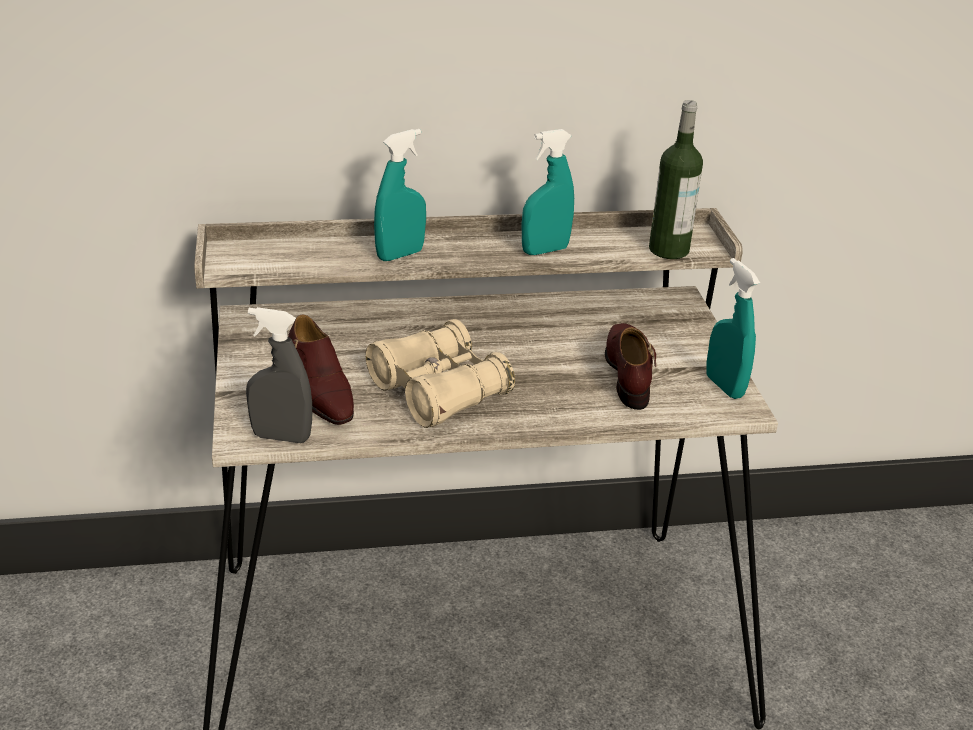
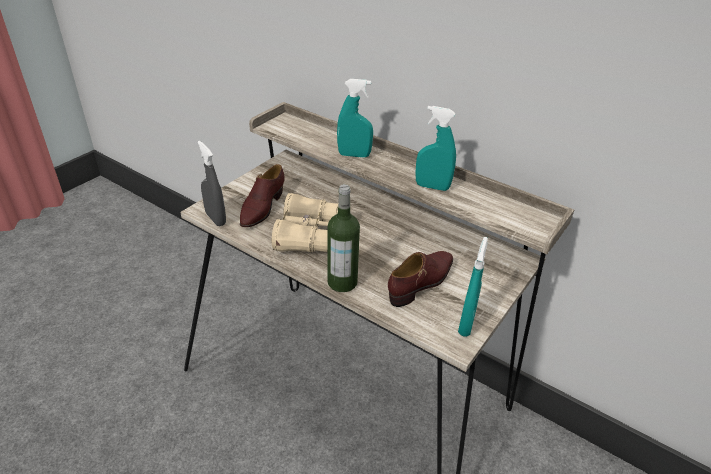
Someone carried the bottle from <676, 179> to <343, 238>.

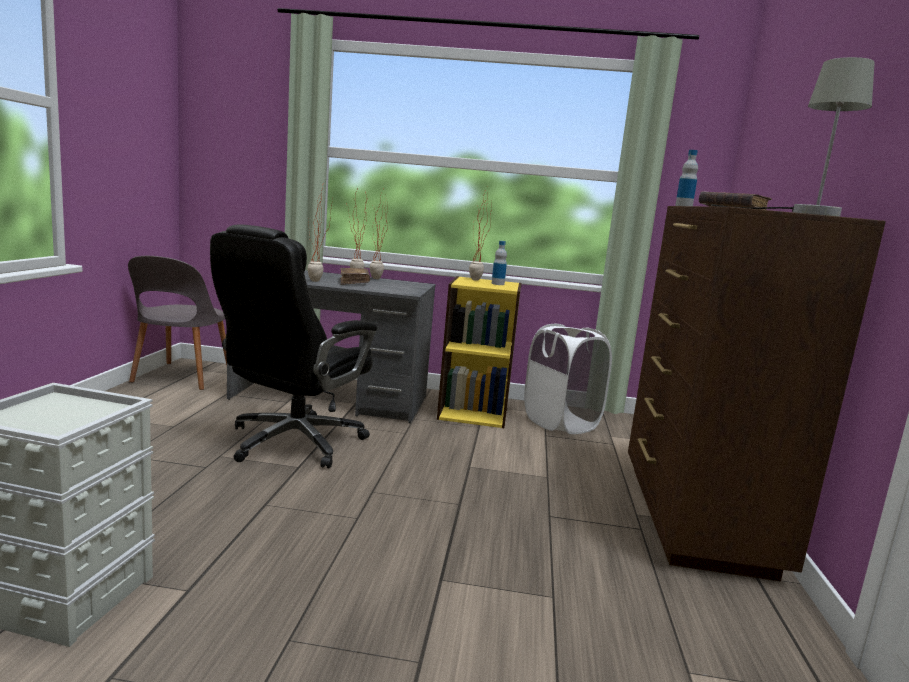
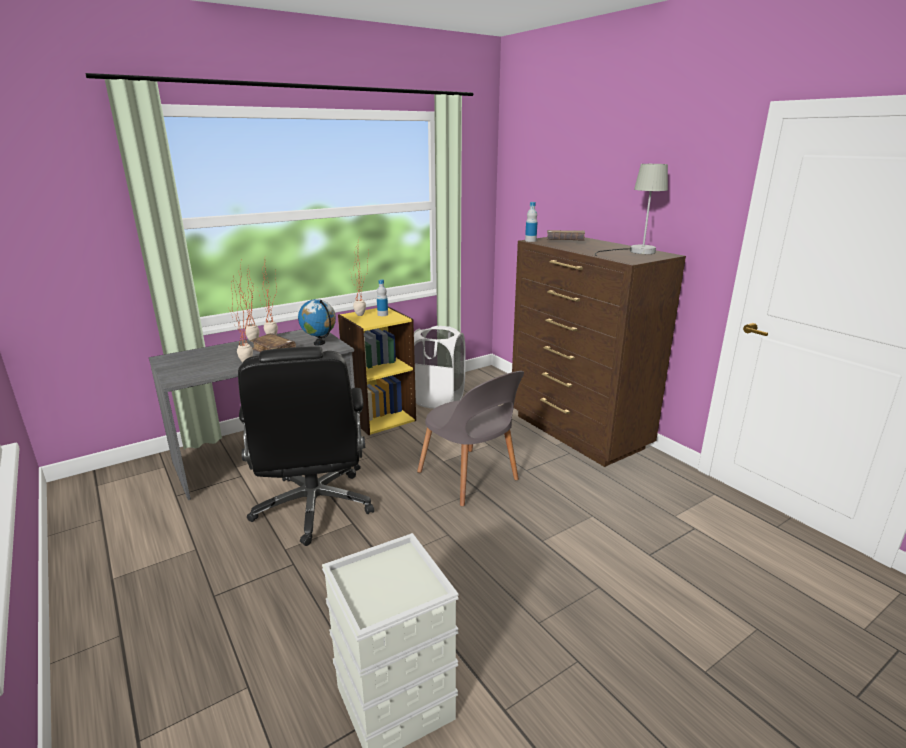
Someone put down the globe at <317, 322>.
Someone carried the grey chair from <177, 323> to <470, 439>.

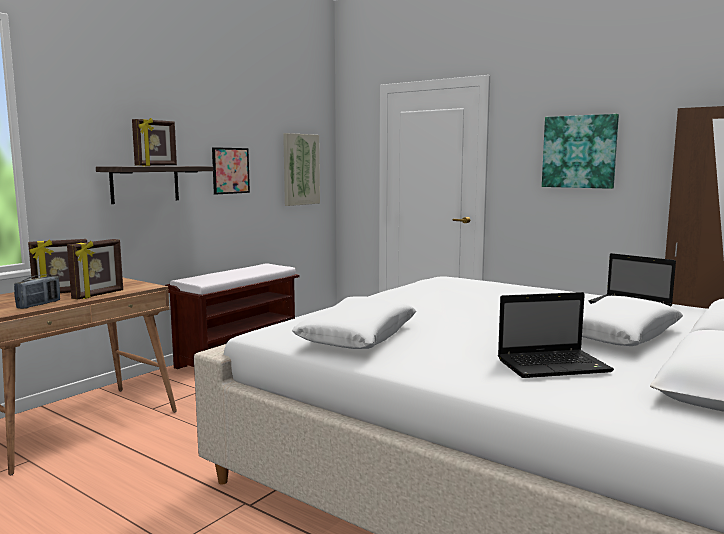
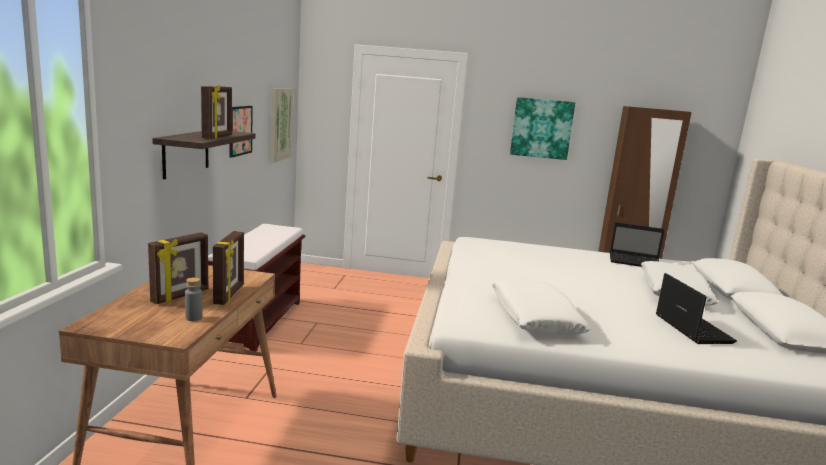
Someone swapped the radio at <37, 292> for the grey bottle at <193, 299>.
Someone rotated the laptop at <556, 335> by 60 degrees counterclockwise.

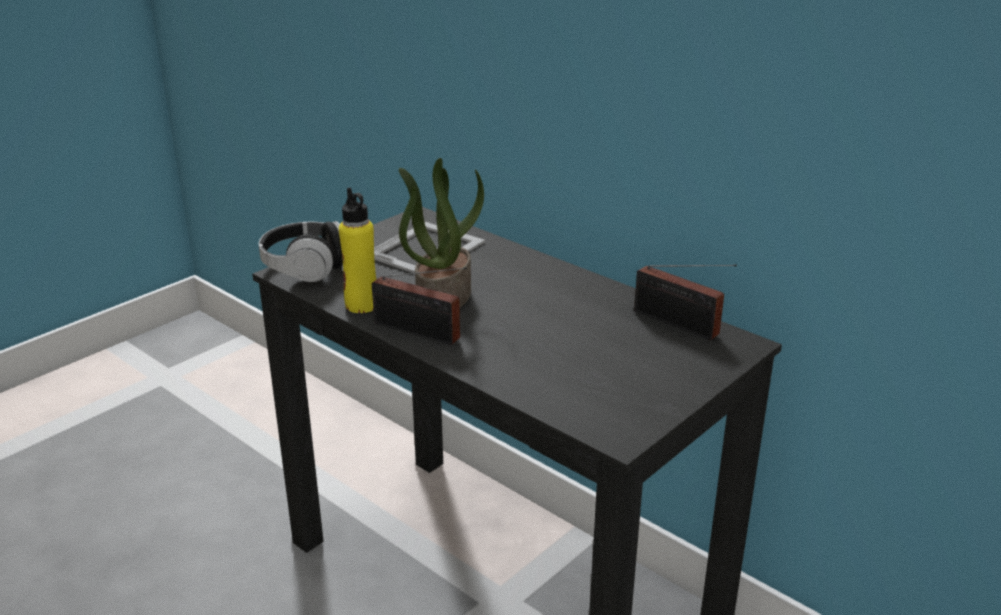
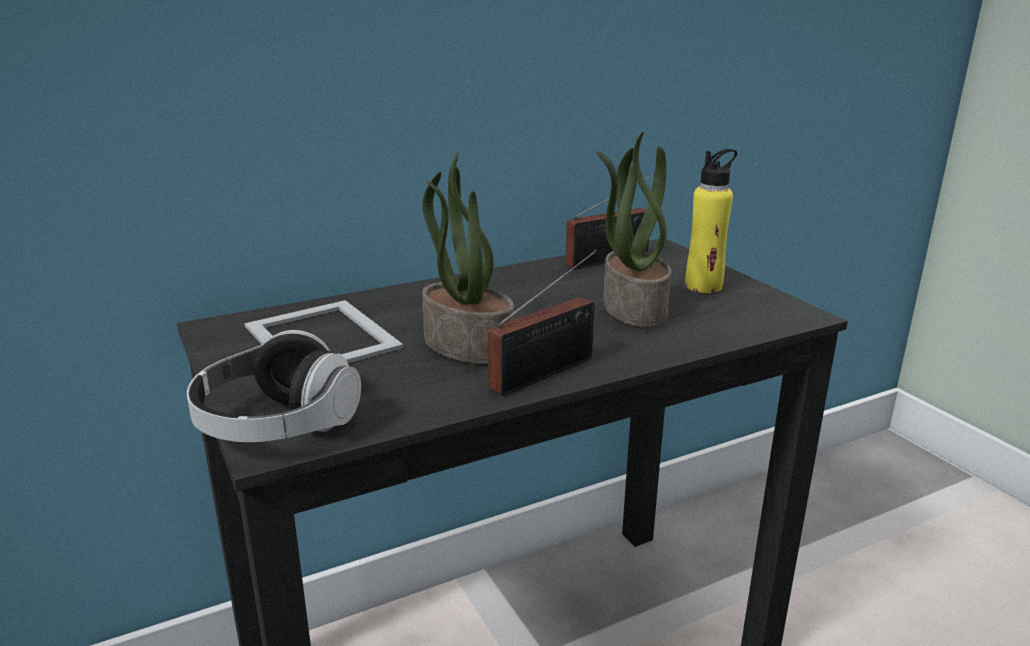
Someone put down the potted plant at <633, 229>.
Someone carried the yellow bottle from <358, 250> to <711, 221>.

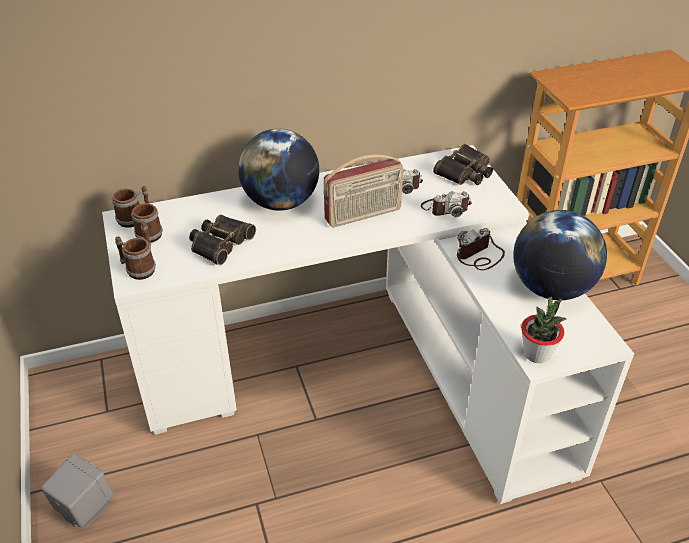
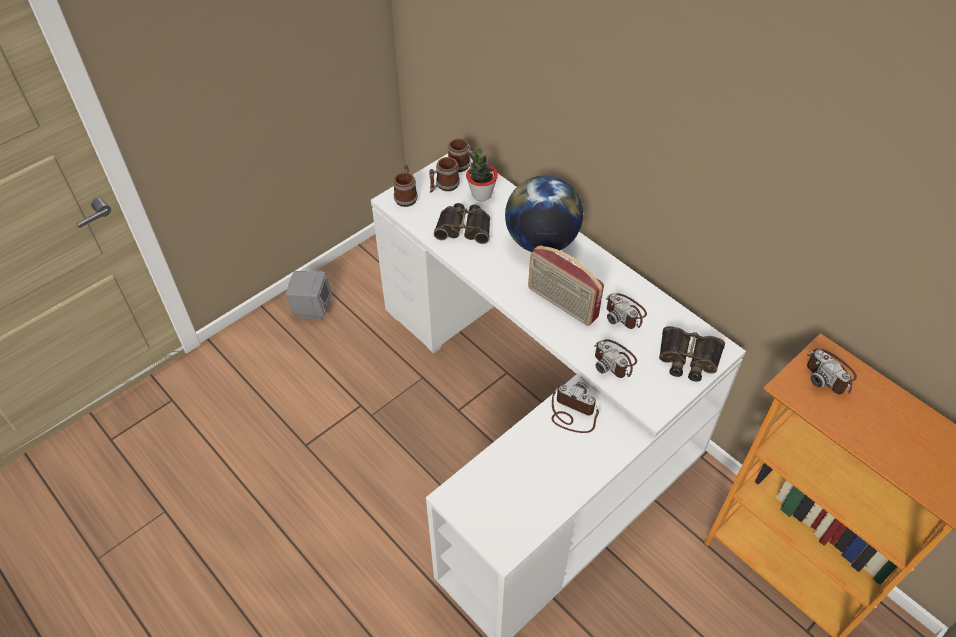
Someone took away the globe at <560, 255>.
Someone put down the photo camera at <832, 371>.
Someone carried the potted plant from <543, 330> to <482, 174>.

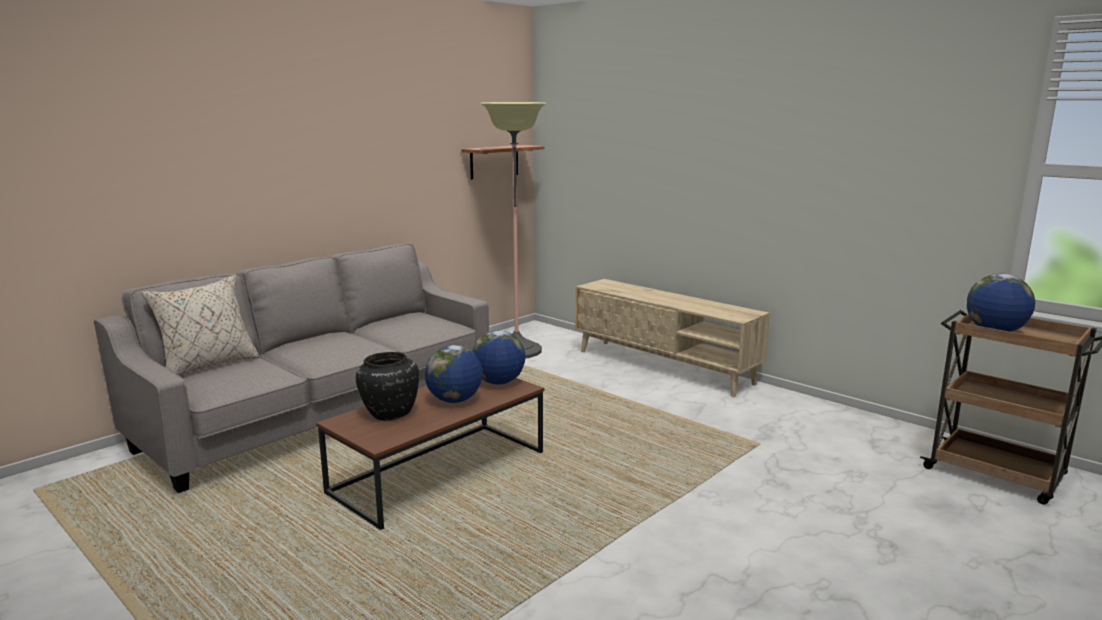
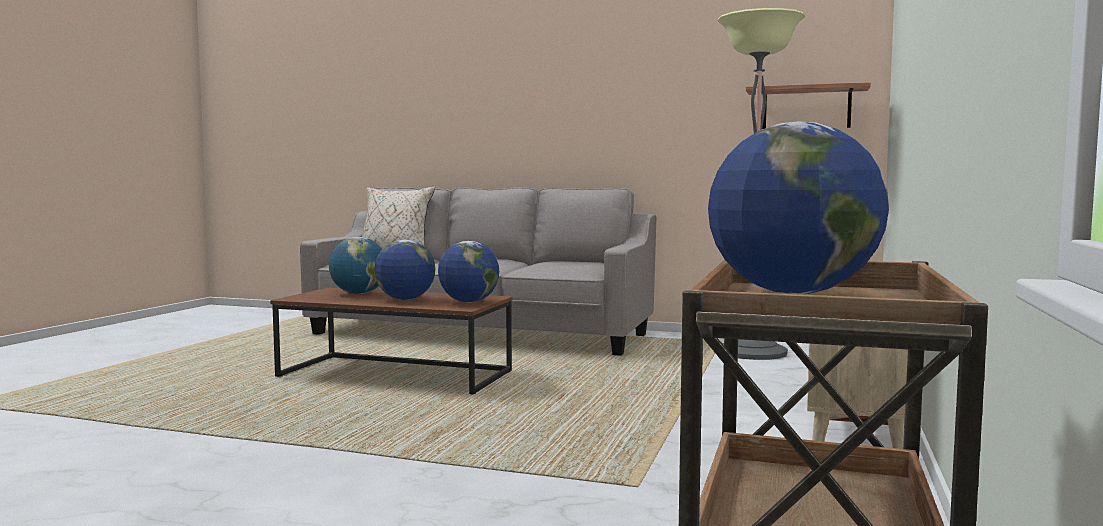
Someone swapped the black vase at <387, 386> for the globe at <355, 265>.

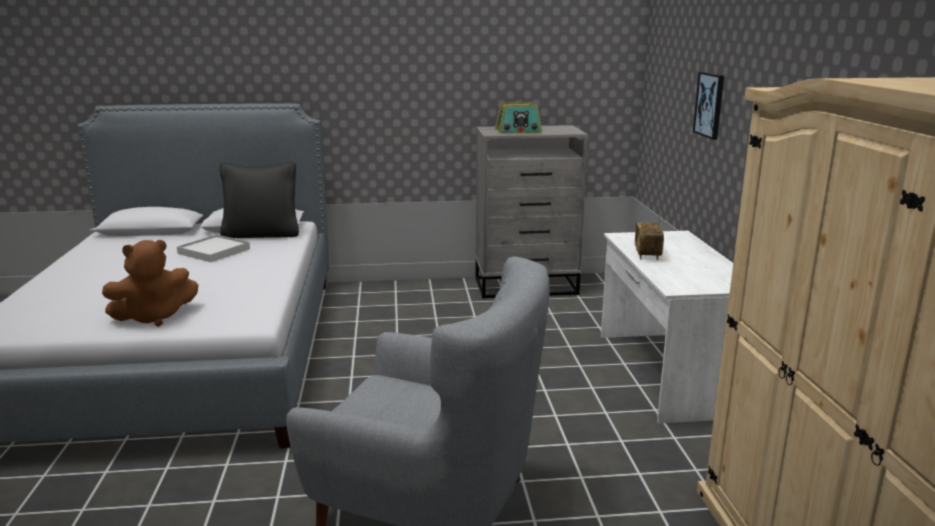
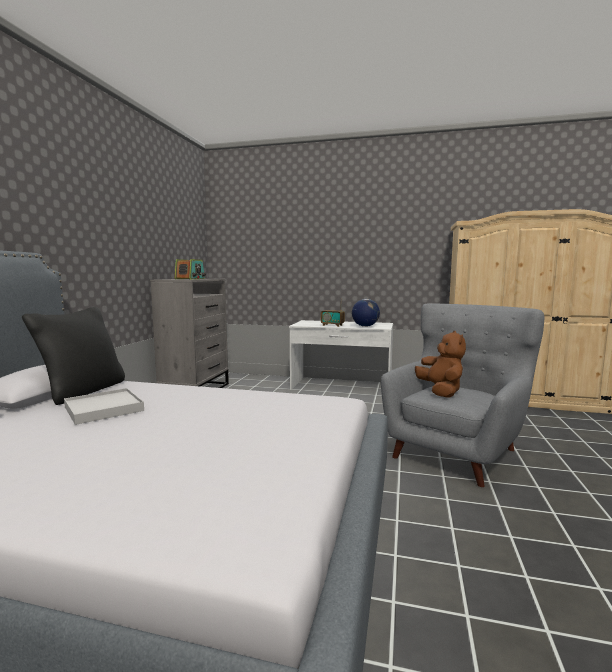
Someone took away the picture at <708, 106>.
Someone put down the globe at <366, 313>.
Someone carried the brown plush toy from <150, 283> to <440, 364>.

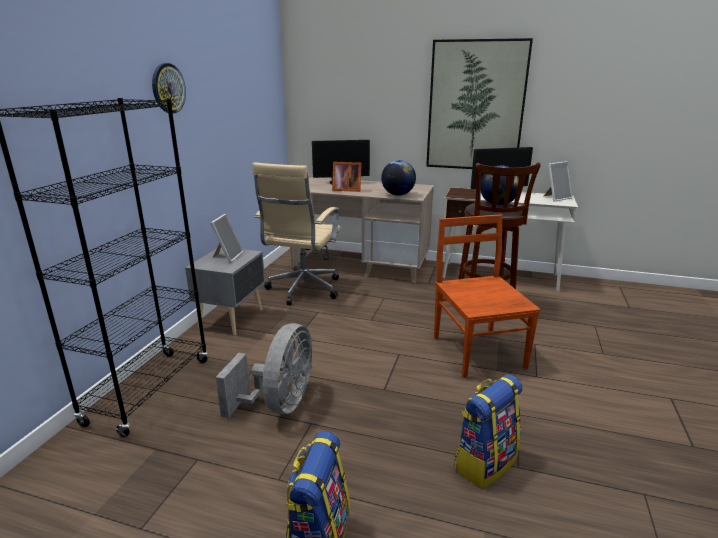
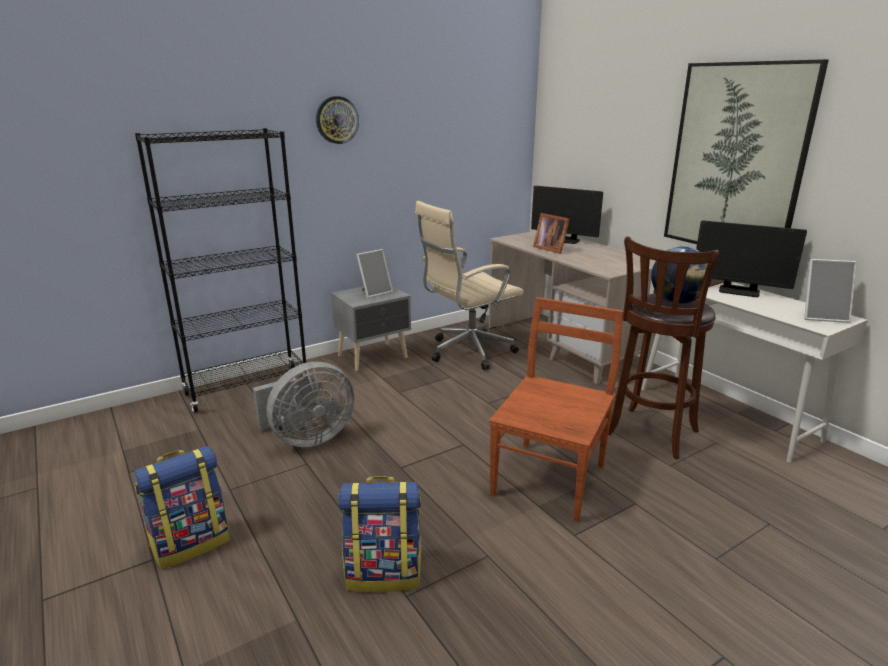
Someone took away the globe at <398, 178>.

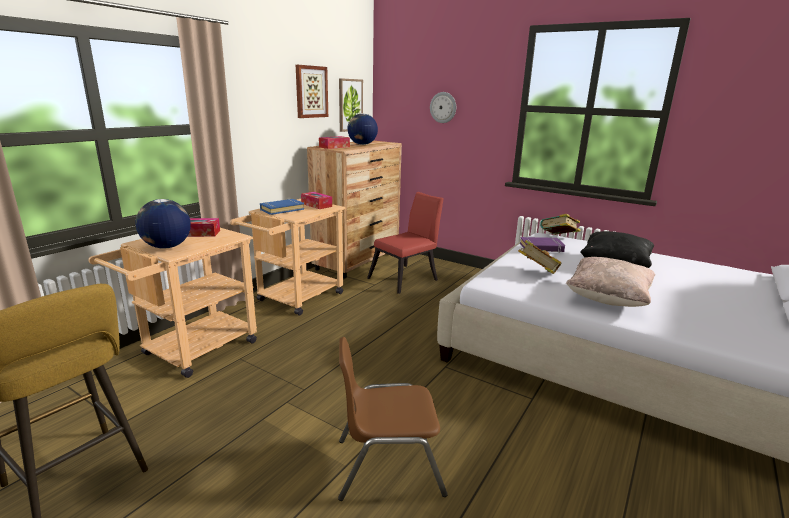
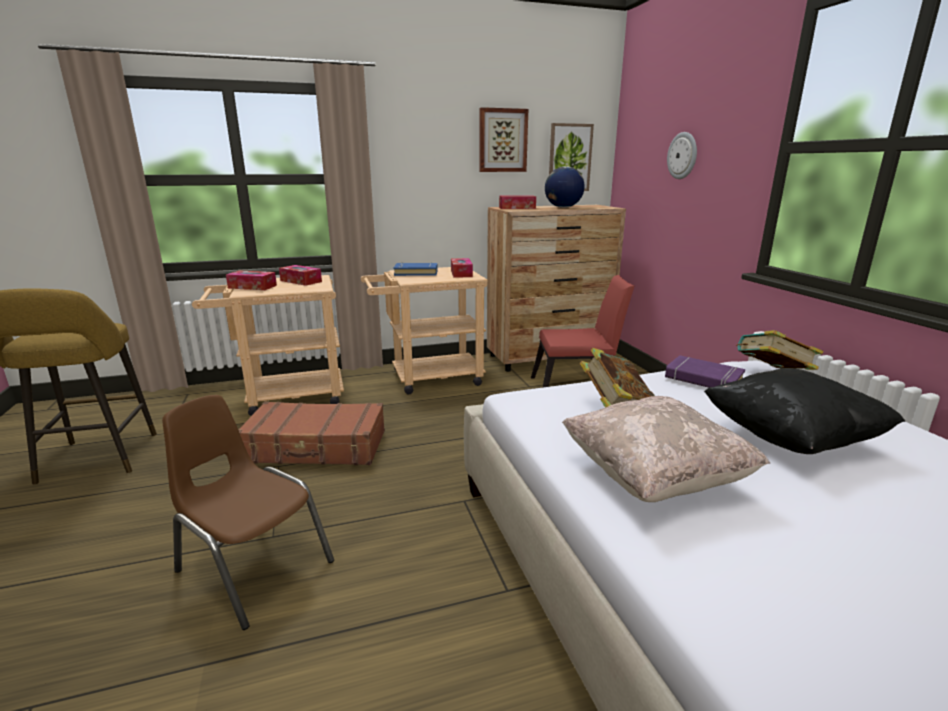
Someone put down the brown suitcase at <312, 433>.
Someone swapped the globe at <163, 224> for the tissue box at <251, 280>.

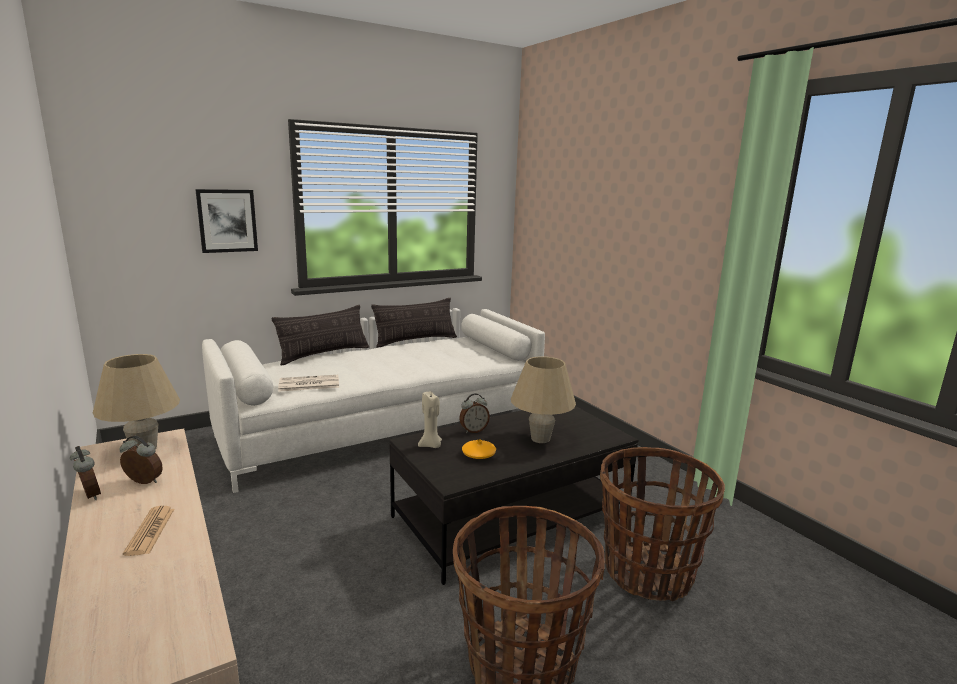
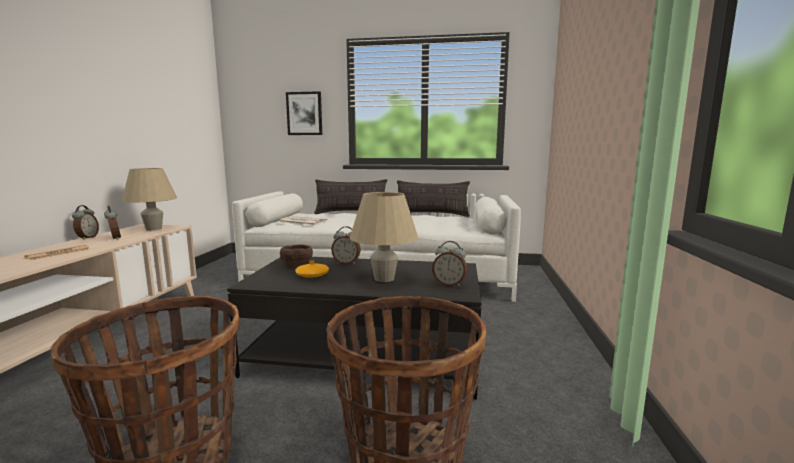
Someone put down the alarm clock at <449, 263>.
Someone swapped the beige candle at <430, 419> for the brown bowl at <296, 256>.

